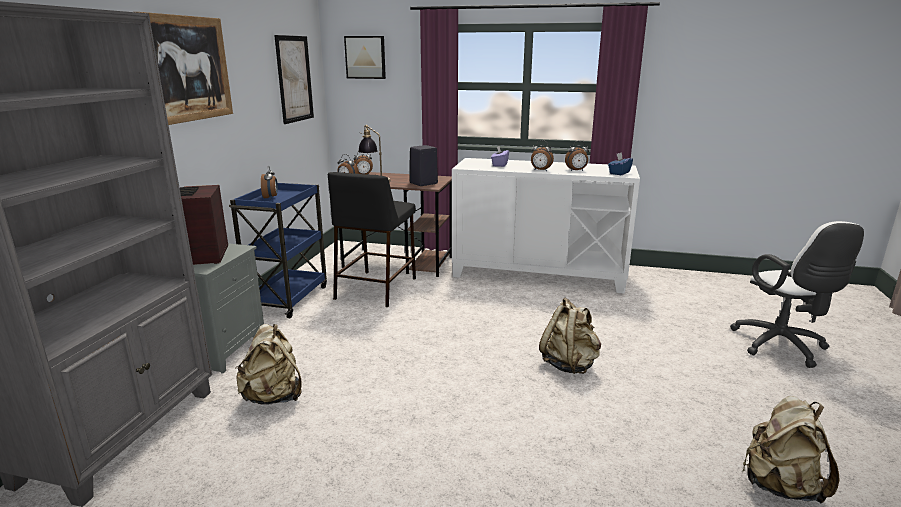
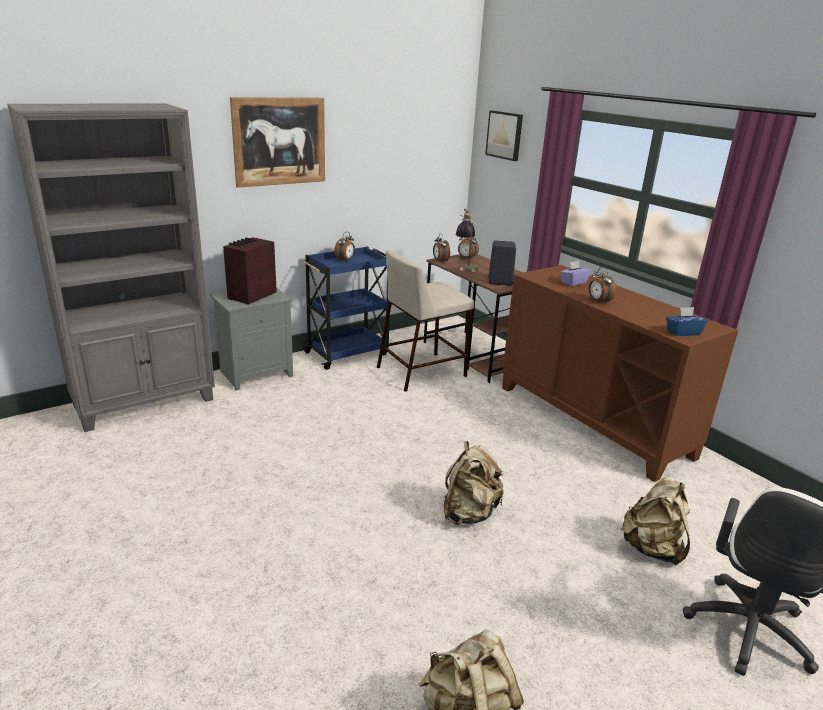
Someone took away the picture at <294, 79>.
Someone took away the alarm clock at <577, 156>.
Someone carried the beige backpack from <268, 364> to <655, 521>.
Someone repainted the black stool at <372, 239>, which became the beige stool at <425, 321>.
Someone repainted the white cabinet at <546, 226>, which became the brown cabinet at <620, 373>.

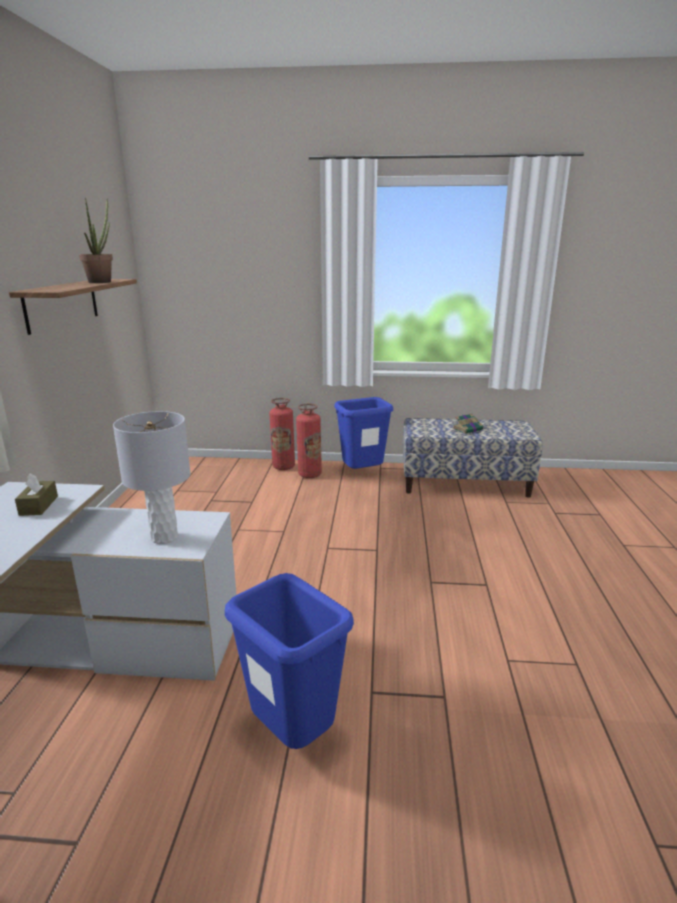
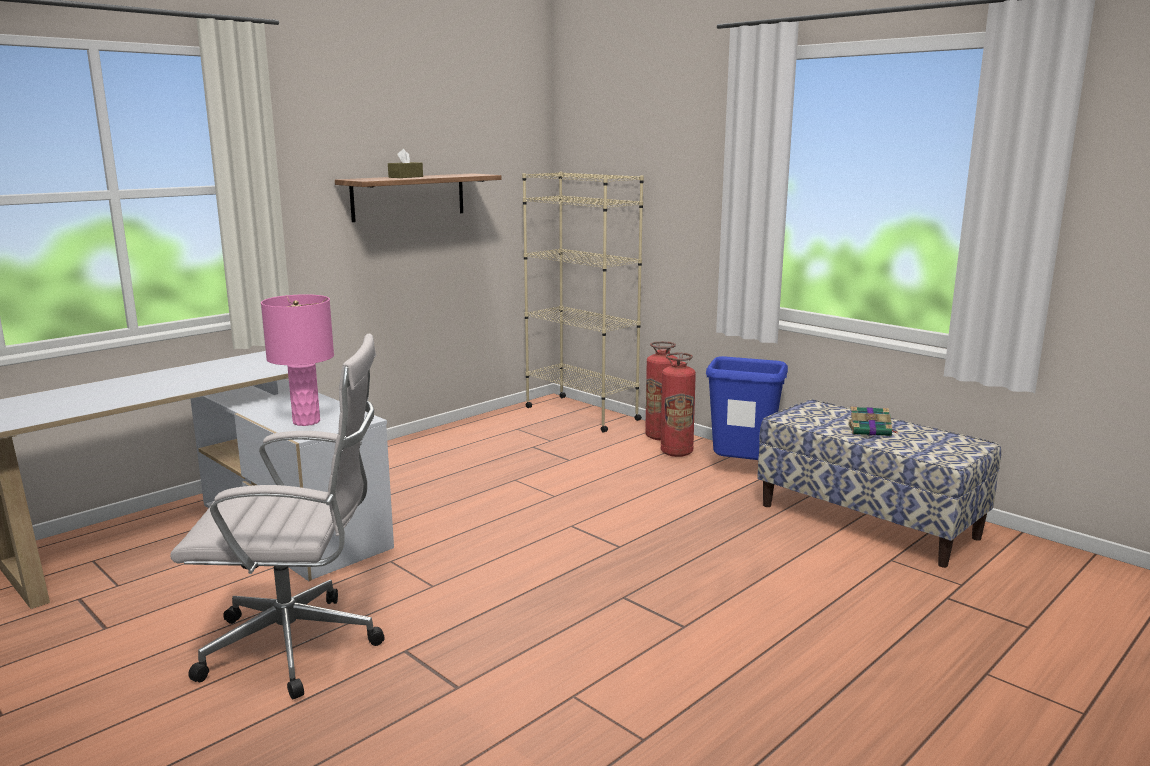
Someone took away the potted plant at <96, 240>.
Someone put down the beige bookcase at <583, 302>.
Someone carried the brown tissue box from <36, 494> to <405, 163>.
Someone swapped the blue trash can at <289, 661> for the white office chair at <277, 516>.
Someone repainted the grey table lamp at <152, 477>, which became the pink table lamp at <297, 360>.

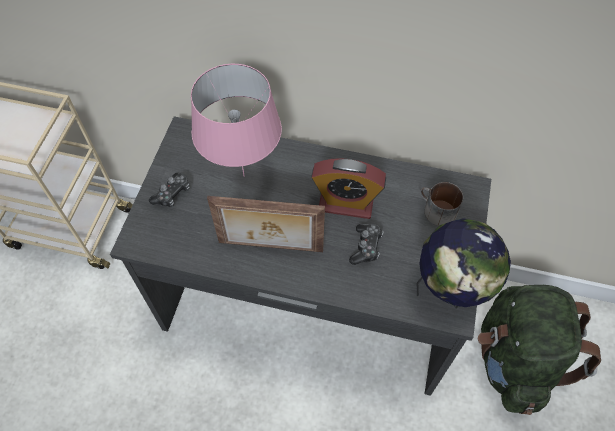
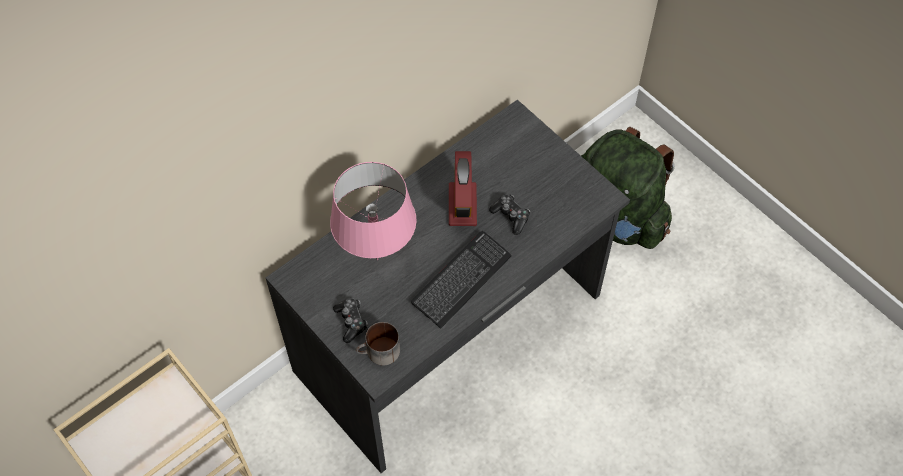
Someone took away the globe at <464, 263>.
Someone carried the mug from <441, 204> to <378, 343>.
Someone swapped the picture frame at <266, 224> for the keyboard at <461, 280>.
Someone rotated the alarm clock at <348, 188> by 45 degrees counterclockwise.

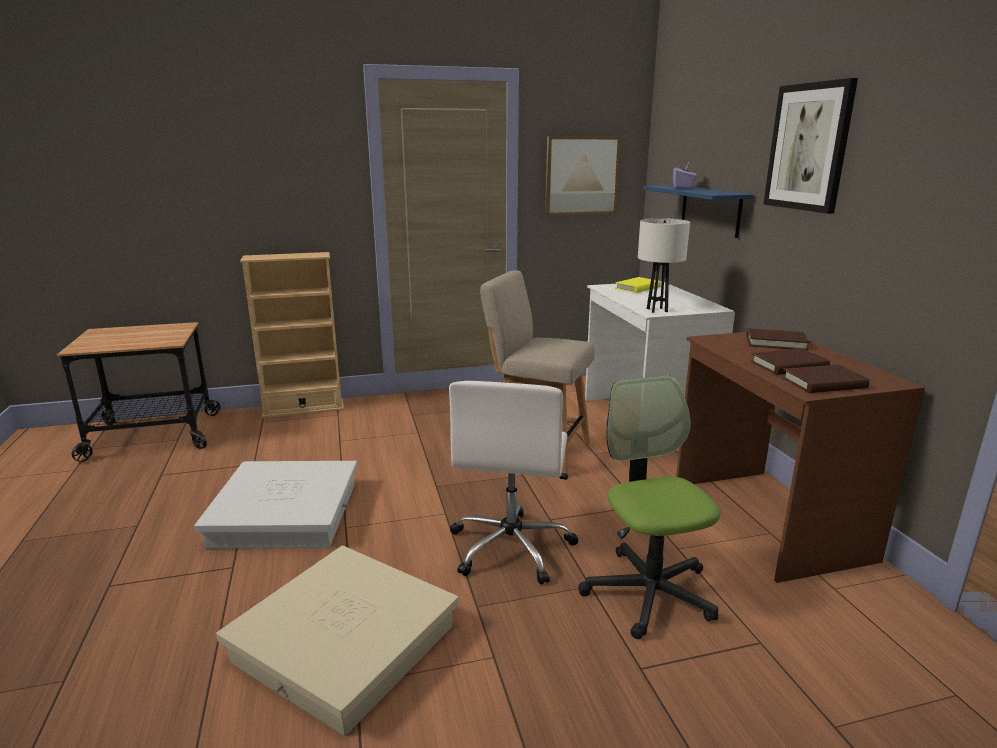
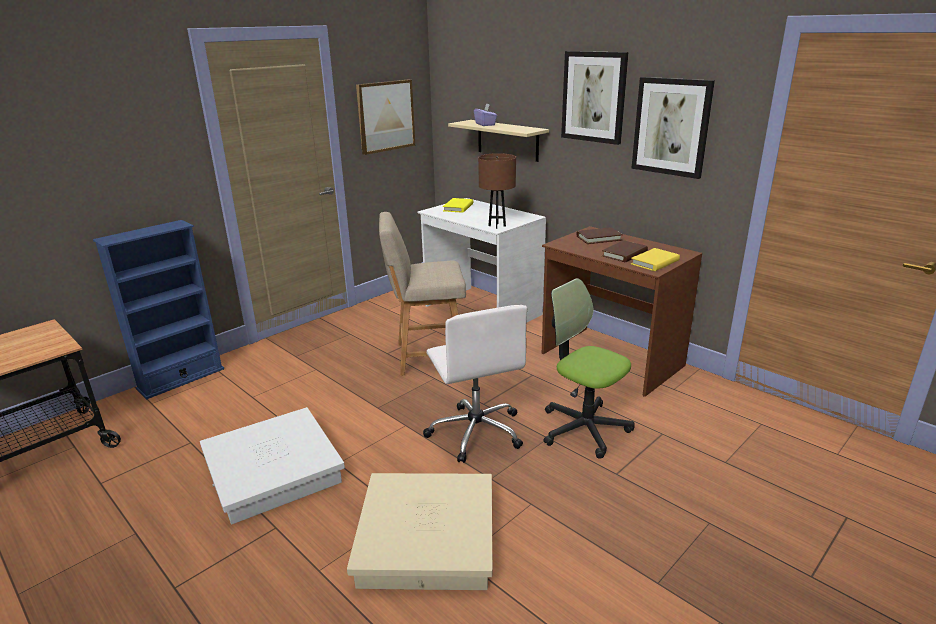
Someone put up the picture at <673, 128>.
Someone repainted the beige bookcase at <292, 335>, which became the blue bookcase at <158, 310>.
Someone repainted the white table lamp at <664, 265>, which became the brown table lamp at <497, 191>.
Someone repainted the blue shelf at <698, 211>, which became the beige shelf at <498, 141>.
Someone repainted the brown book at <826, 378>, which became the yellow book at <655, 259>.

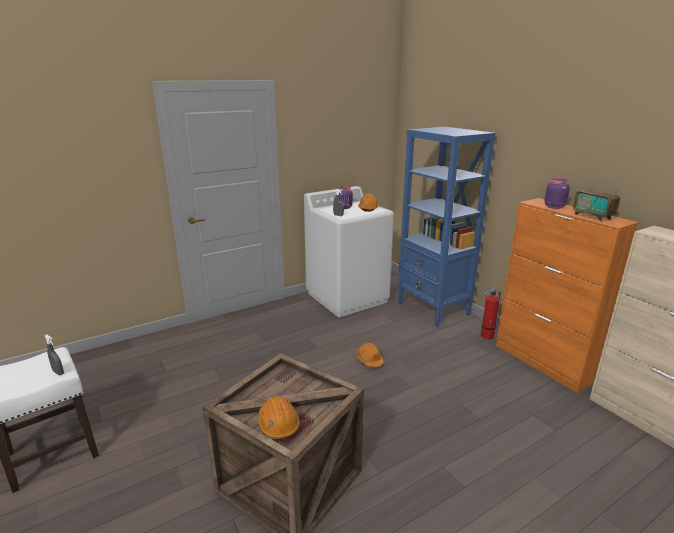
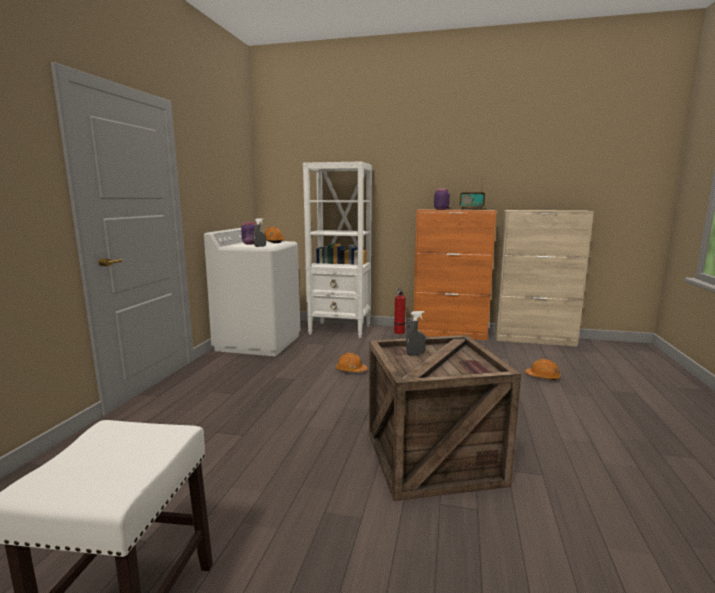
Someone carried the grey spray bottle from <54, 355> to <416, 333>.
Someone carried the orange hard hat from <279, 417> to <543, 370>.
Someone repainted the blue bookcase at <446, 227>, which became the white bookcase at <337, 249>.

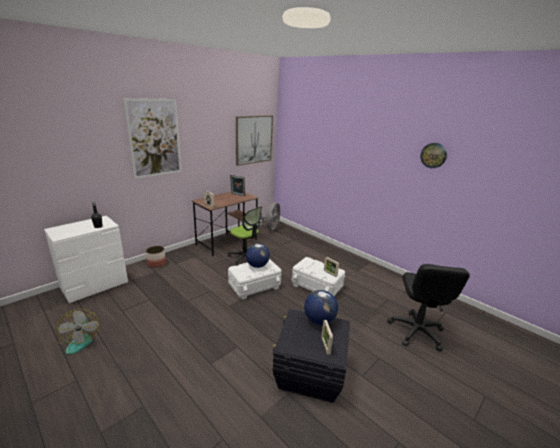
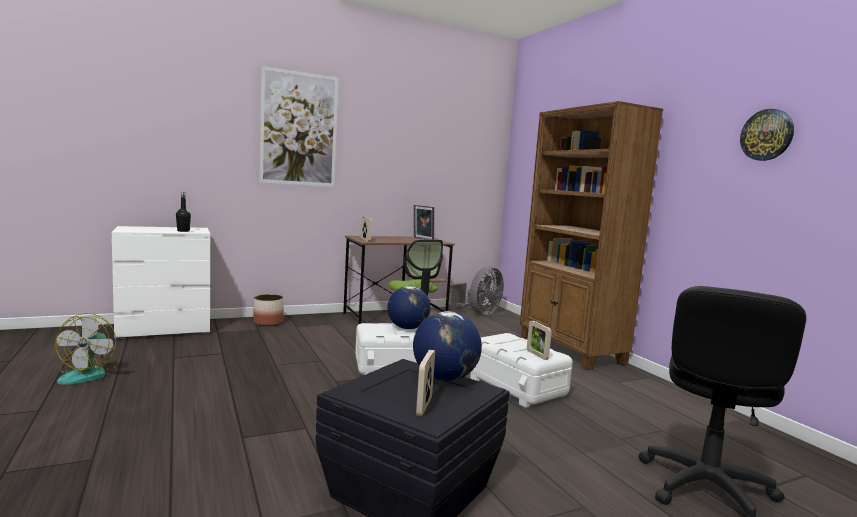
Someone took away the picture at <254, 140>.
Someone put down the brown bookcase at <591, 235>.

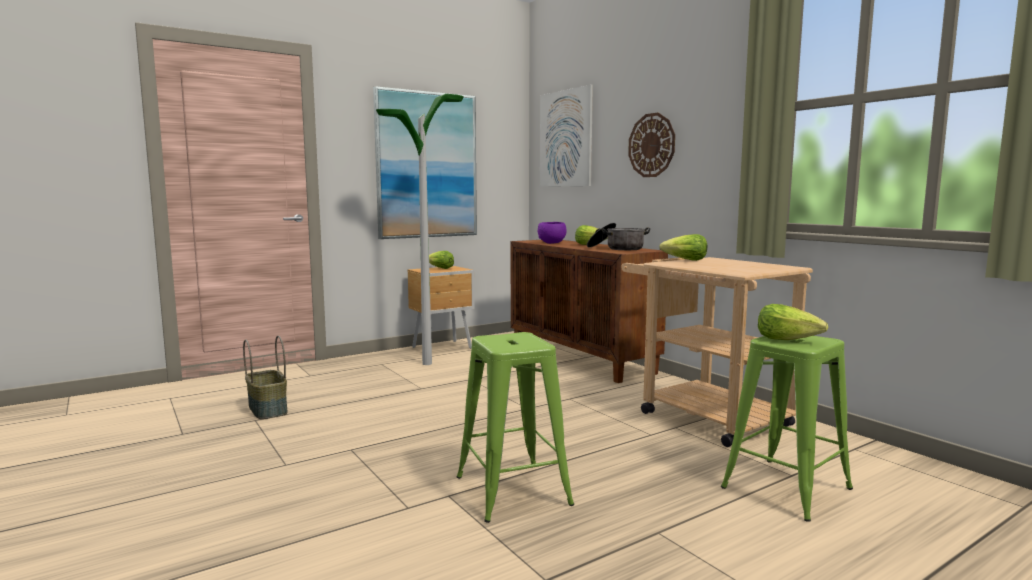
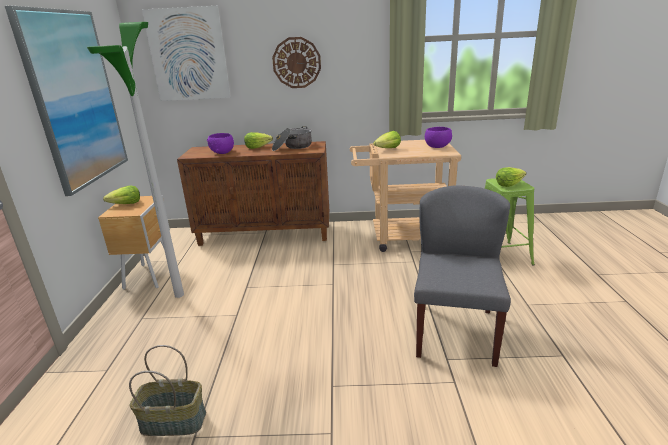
Someone put down the purple bowl at <438, 137>.
Someone swapped the green stool at <515, 427> for the grey chair at <462, 276>.

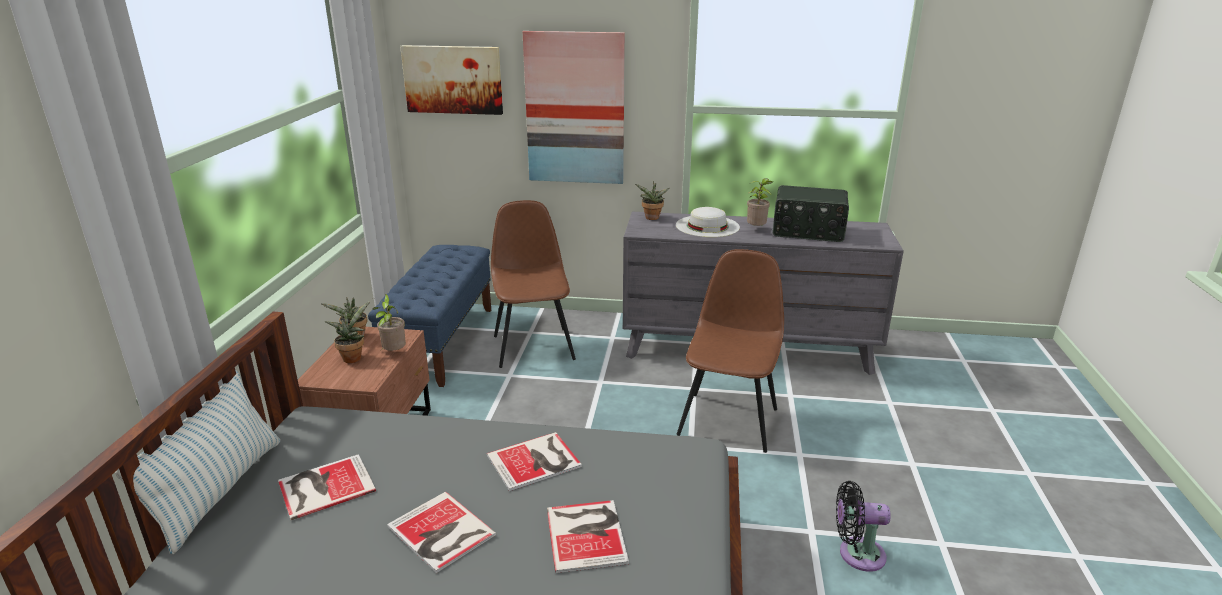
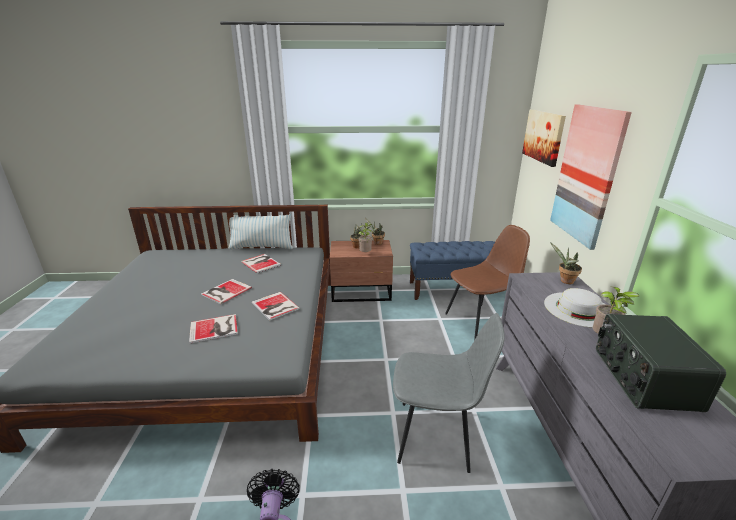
Someone repainted the brown chair at <730, 351>, which became the grey chair at <449, 393>.

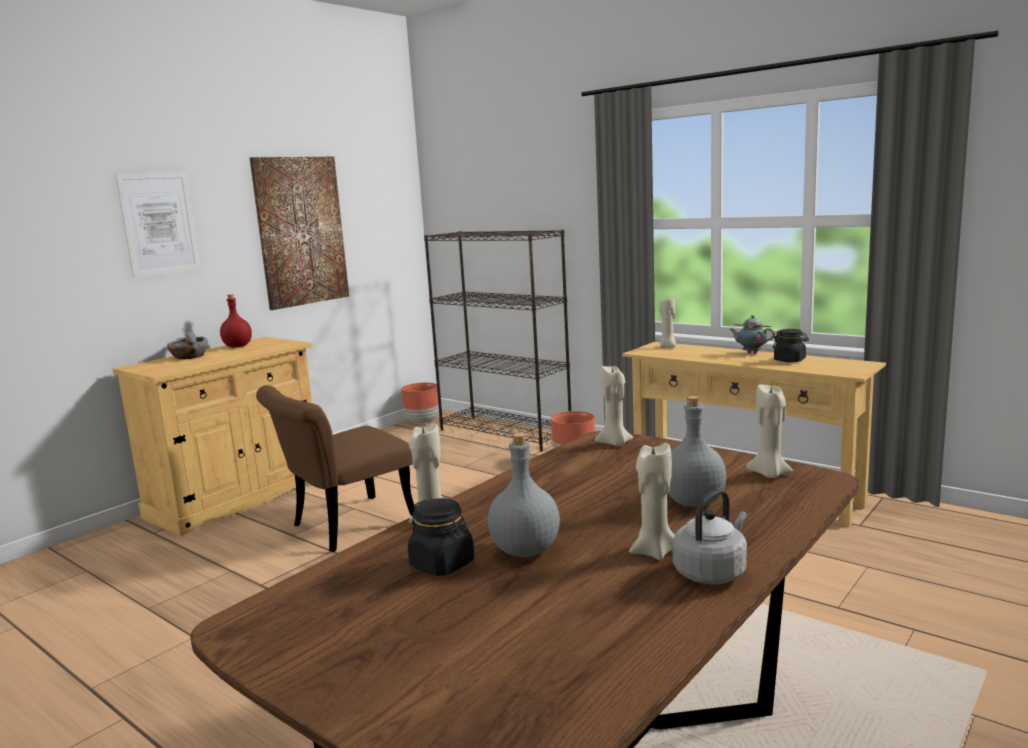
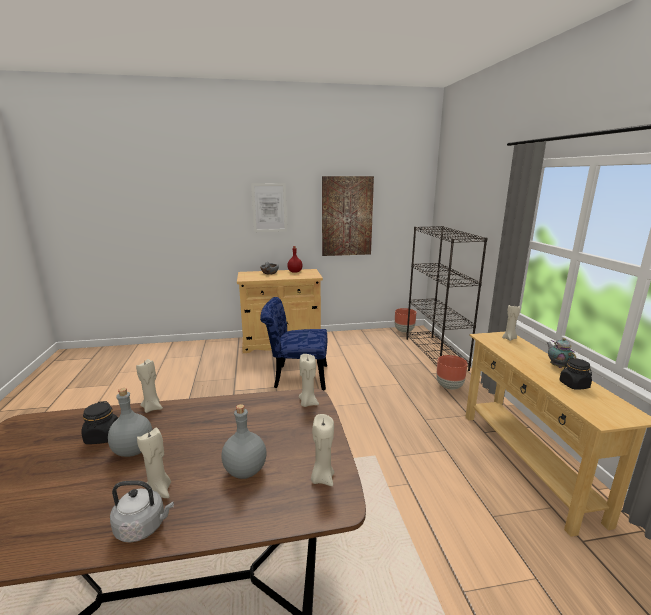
Someone repainted the brown chair at <335, 468>, which became the blue chair at <293, 344>.

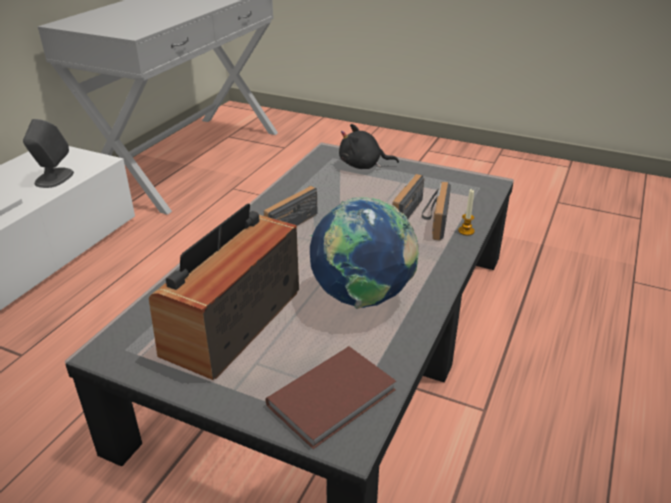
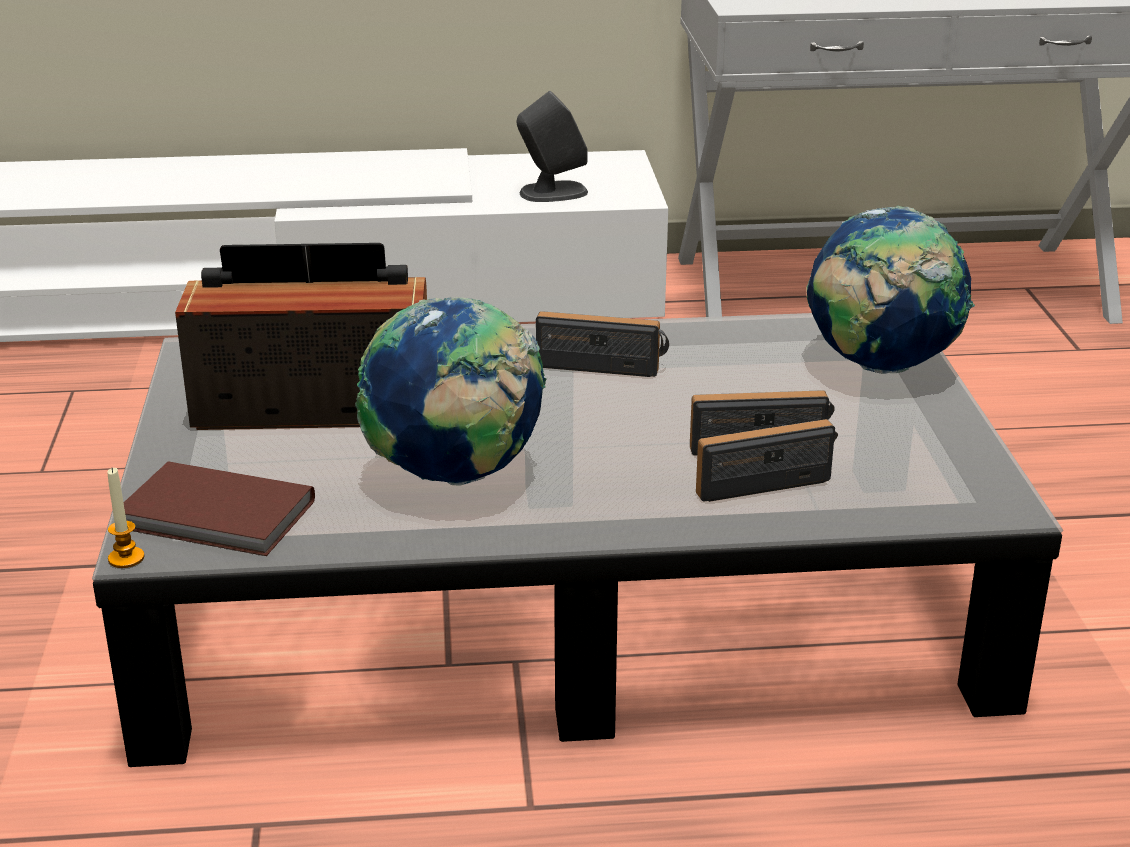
Someone carried the candle from <466, 212> to <125, 518>.
Someone swapped the black plush toy at <369, 146> for the globe at <890, 290>.

